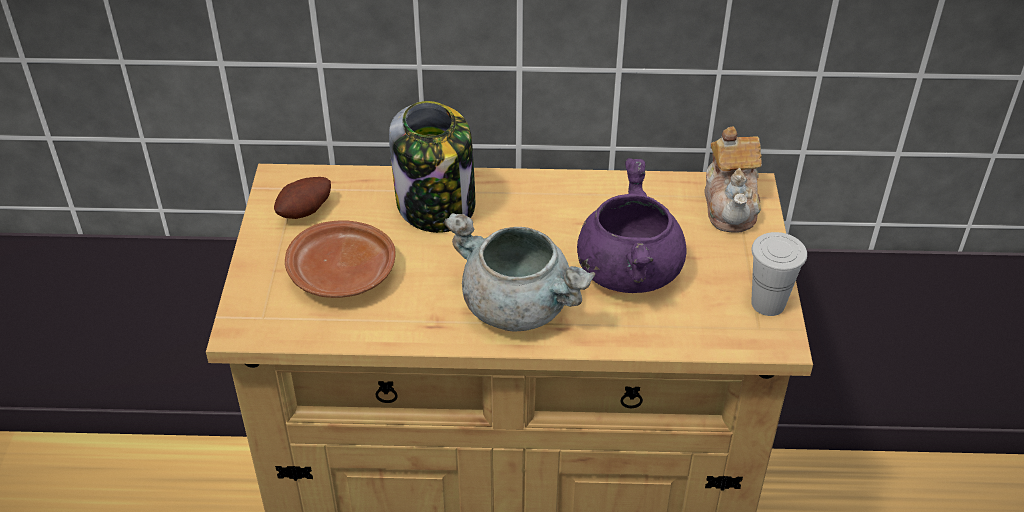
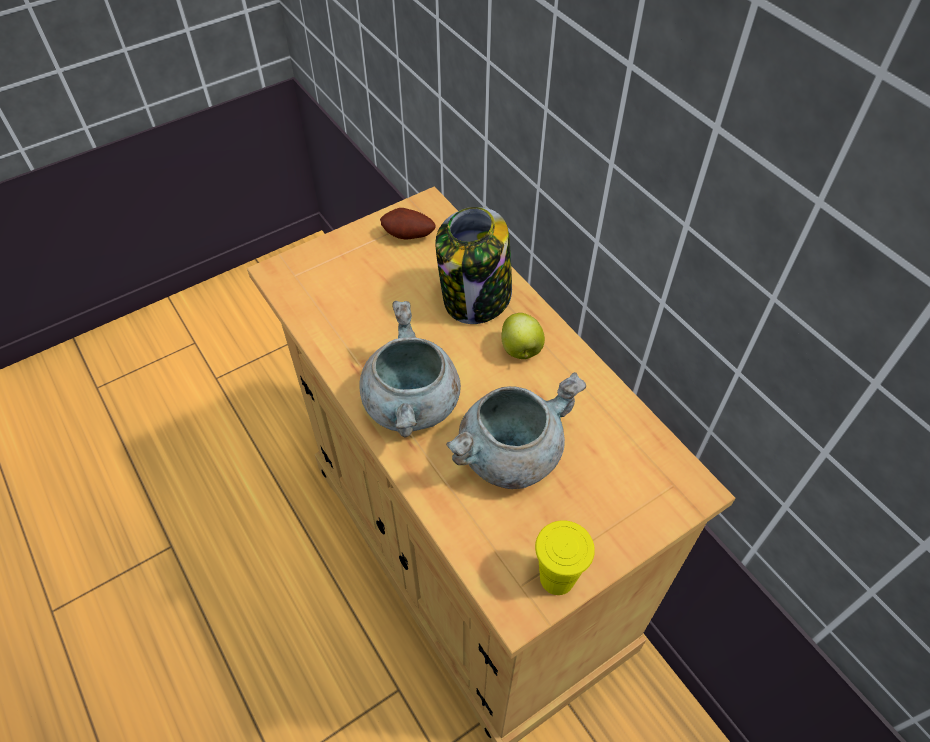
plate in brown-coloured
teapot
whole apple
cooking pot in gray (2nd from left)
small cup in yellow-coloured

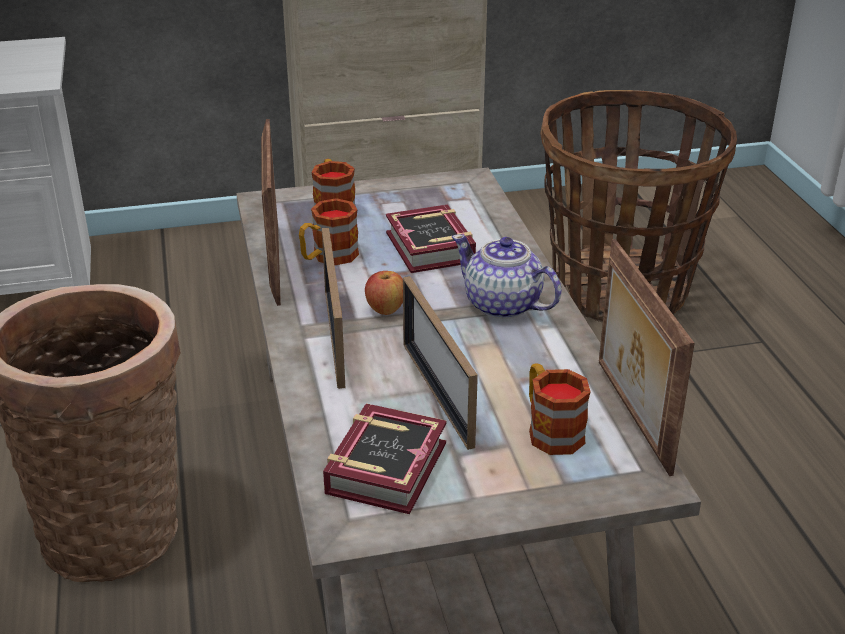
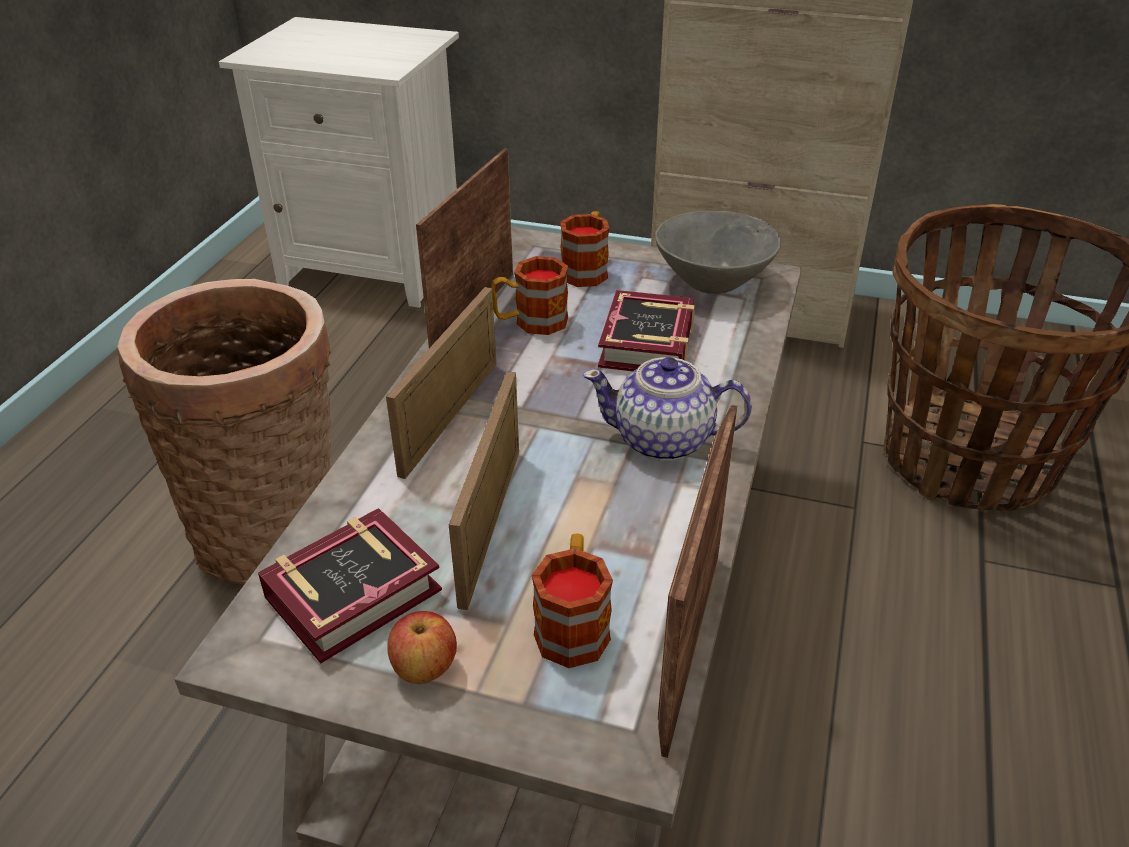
bowl in gray
whole apple
teapot

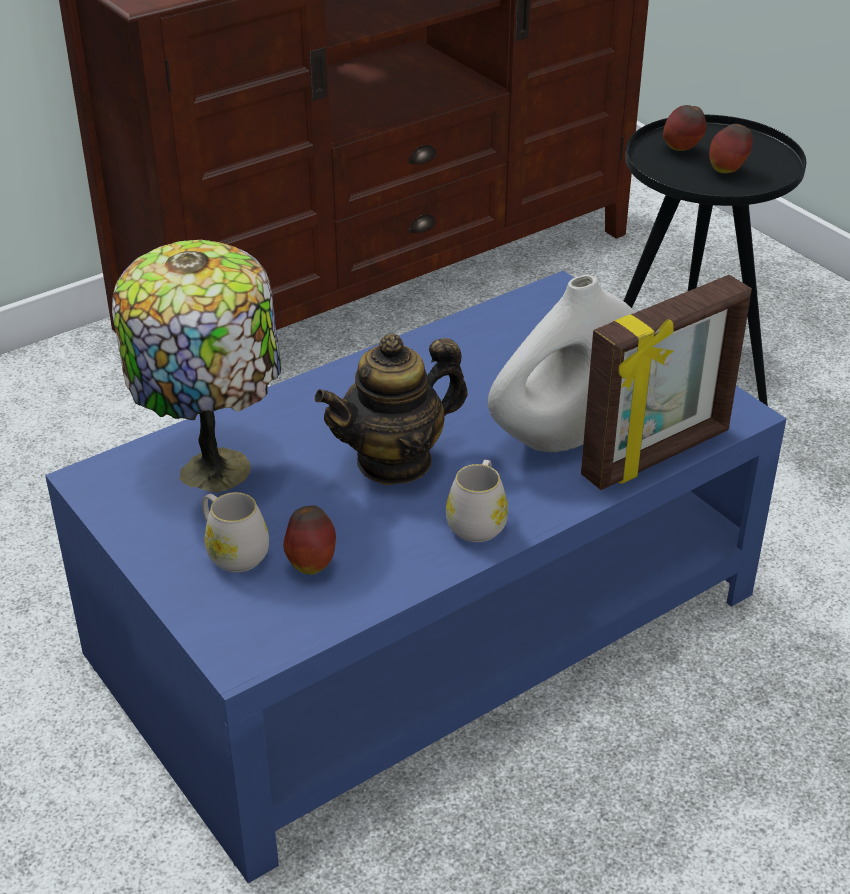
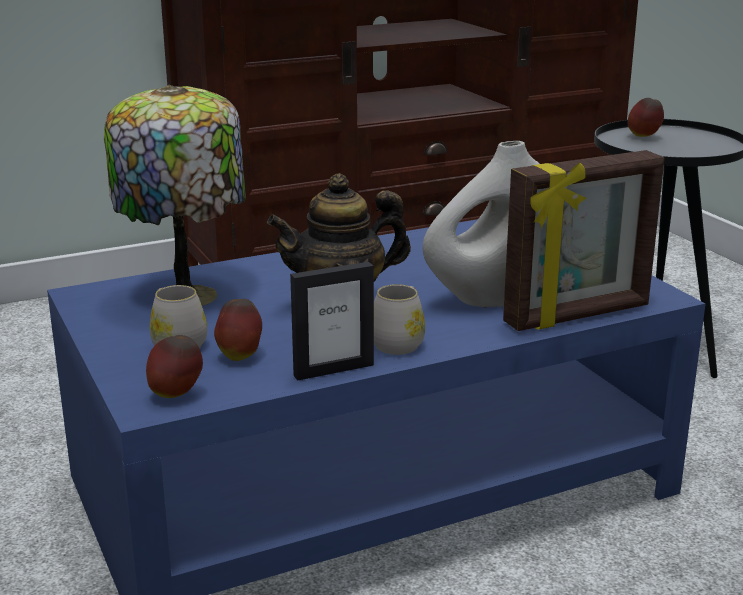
standing frame (1st from left)
whole apple (1st from left)

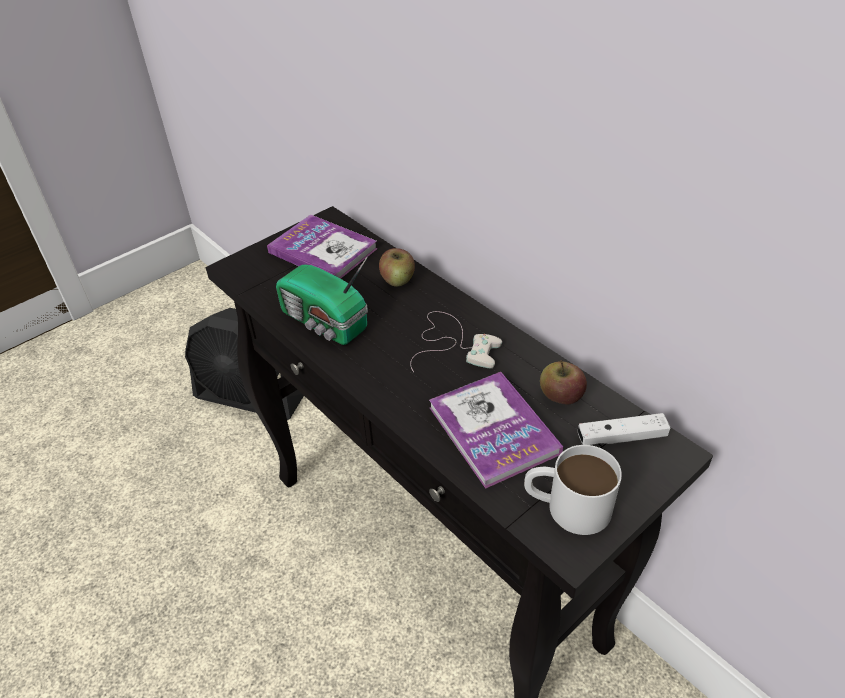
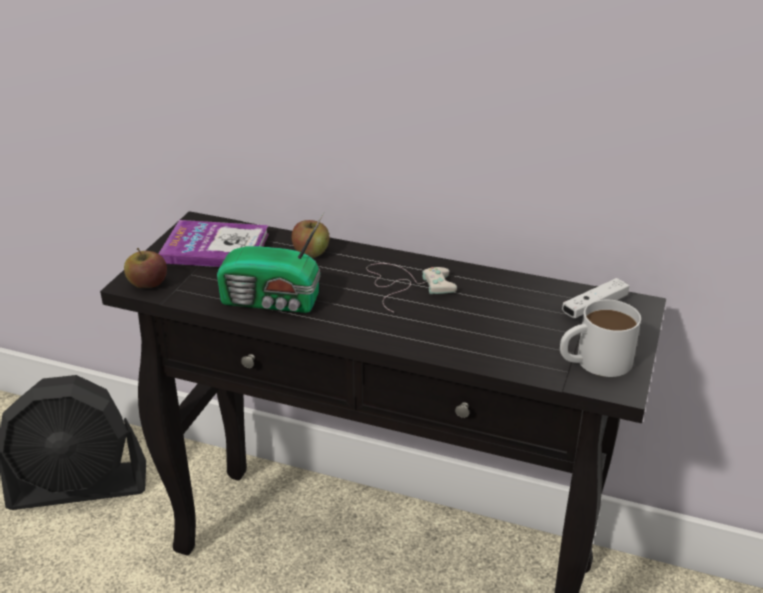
bound book (2nd from left in the first image)
whole apple (1st from left)

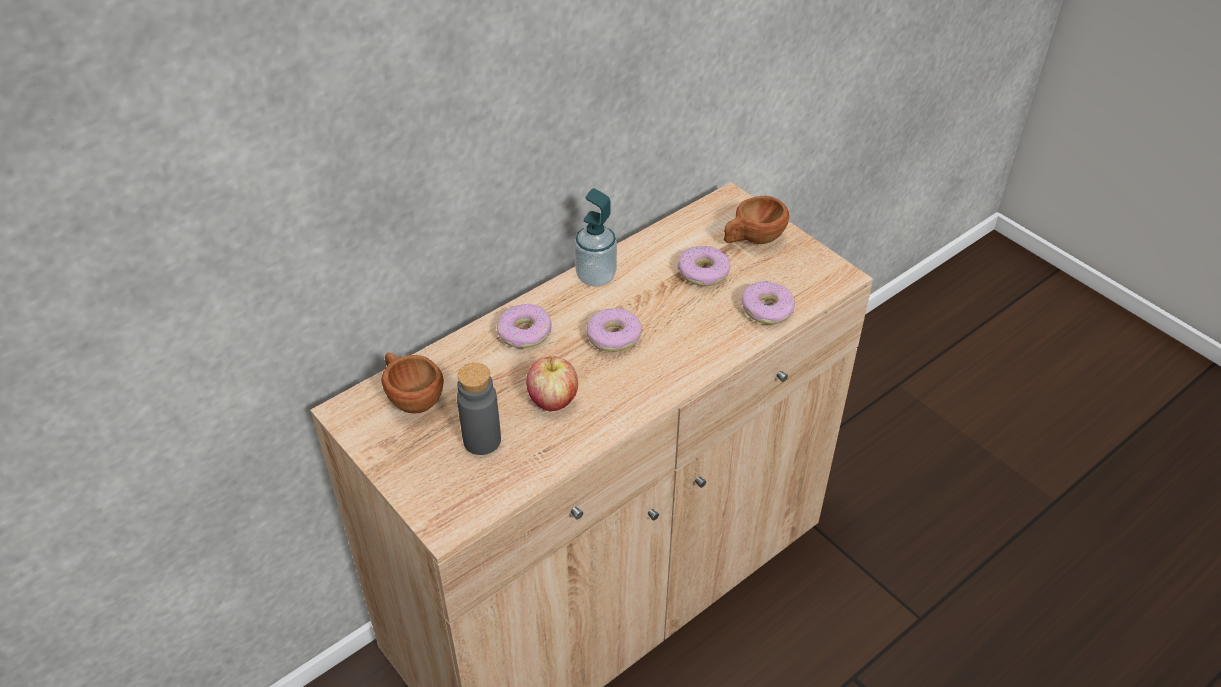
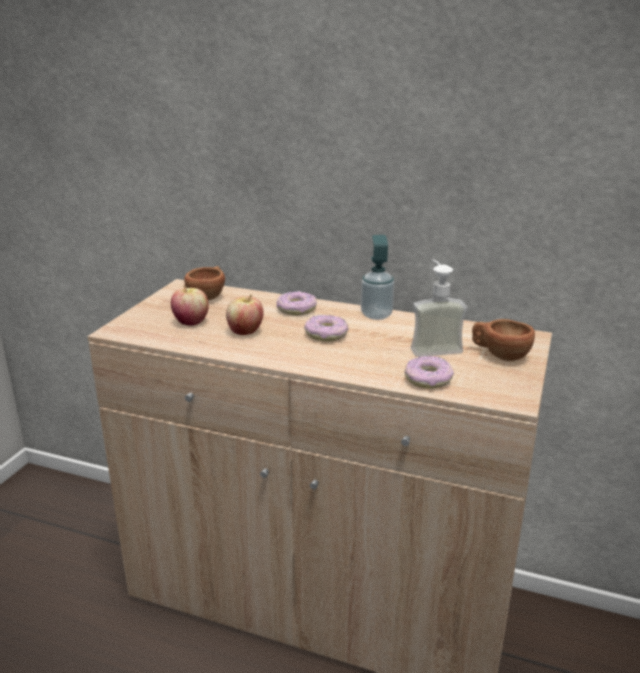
whole apple (1st from left)
soap dispenser (2nd from left)

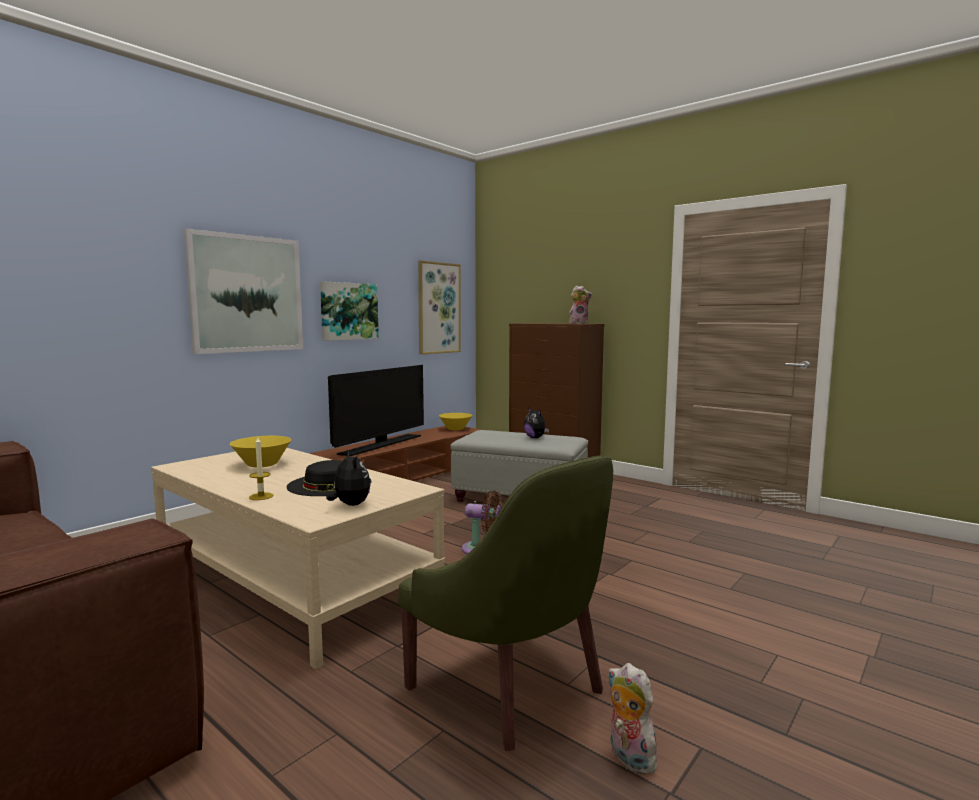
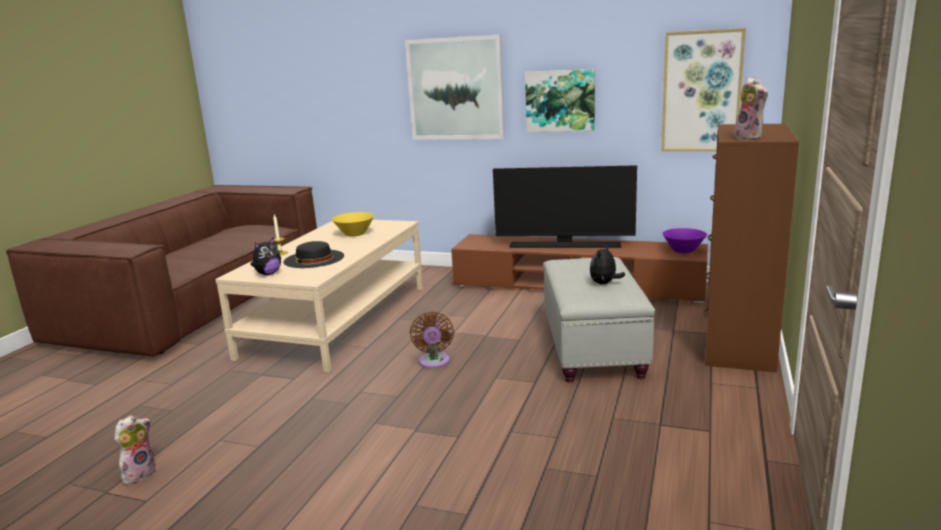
lounge chair in green-coloured
bowl in purple

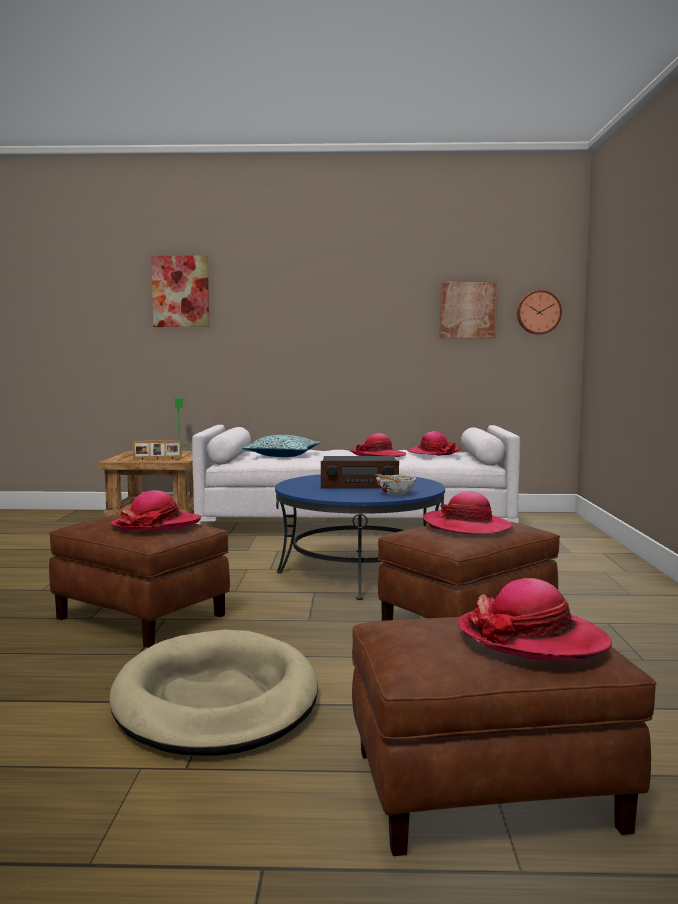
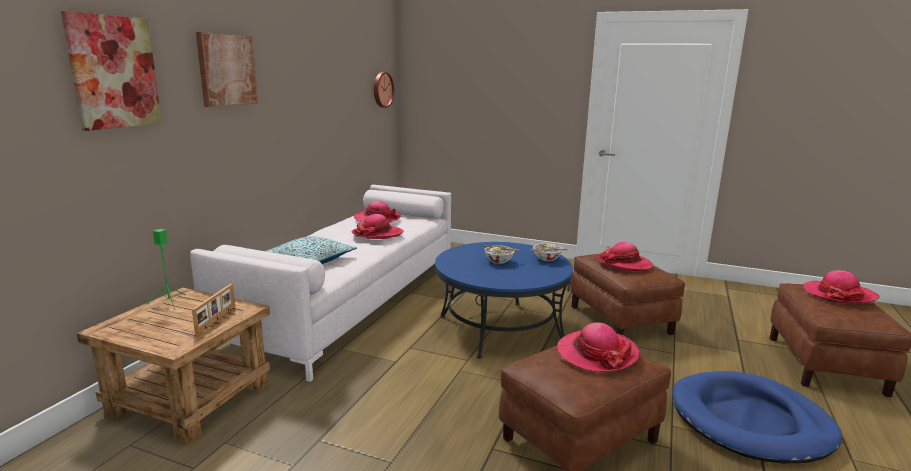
wall art (2nd from left)
bowl (1st from left)
pet bed in blue-coloured

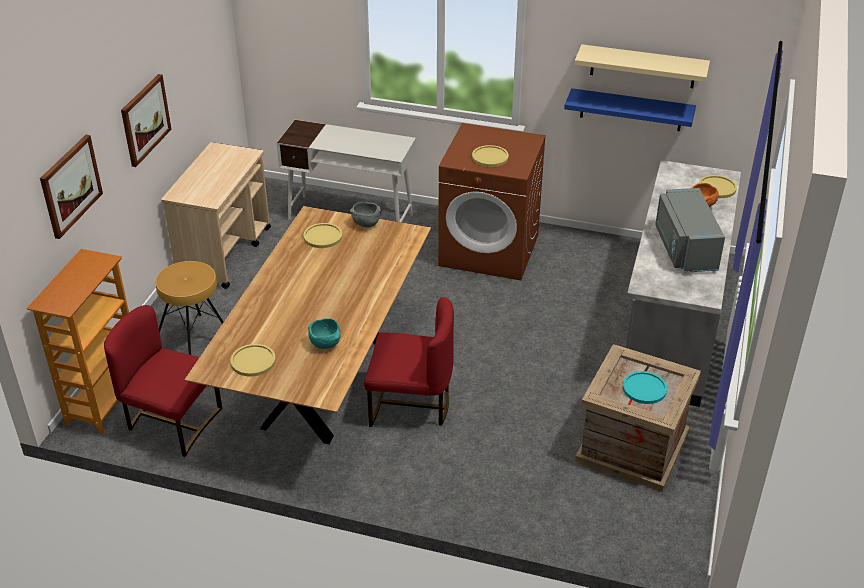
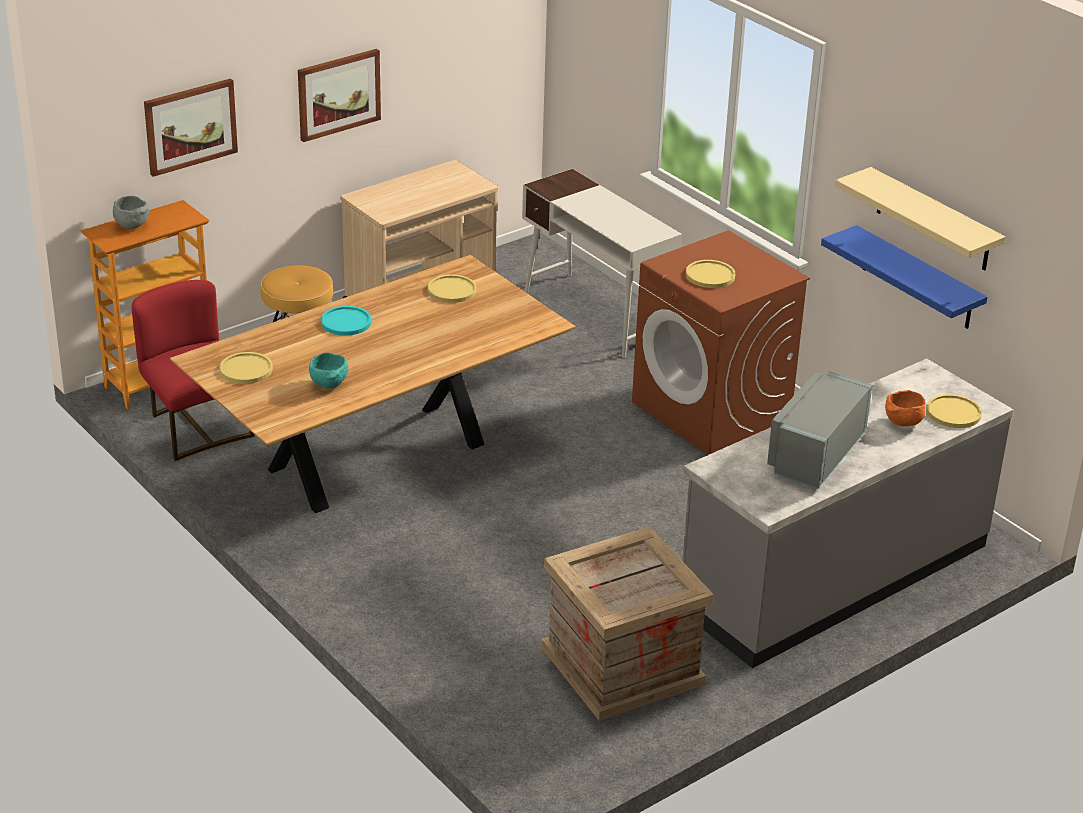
chair in red-coloured (2nd from left in the first image)
bowl in gray
plate in turquoise

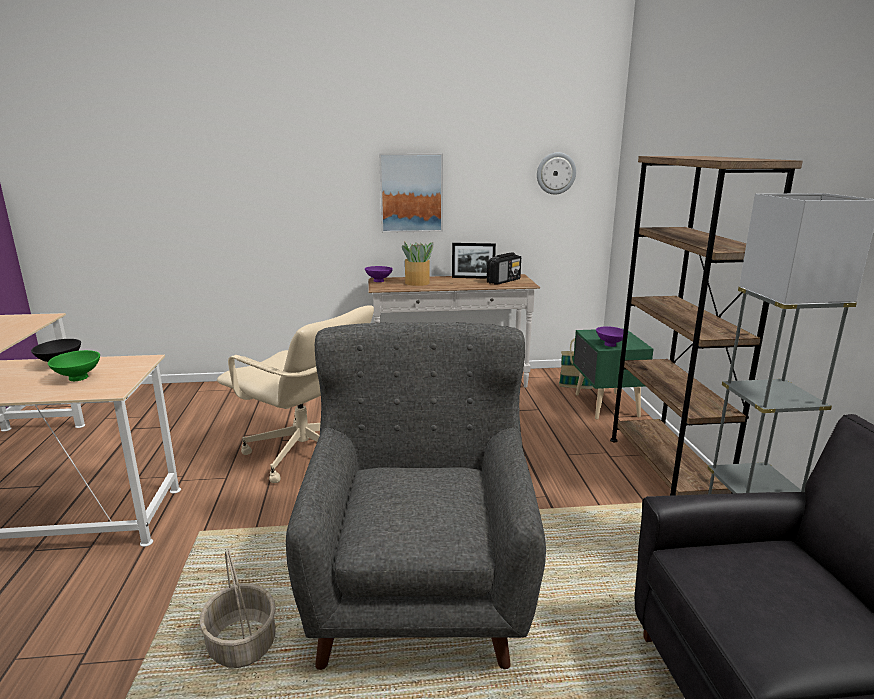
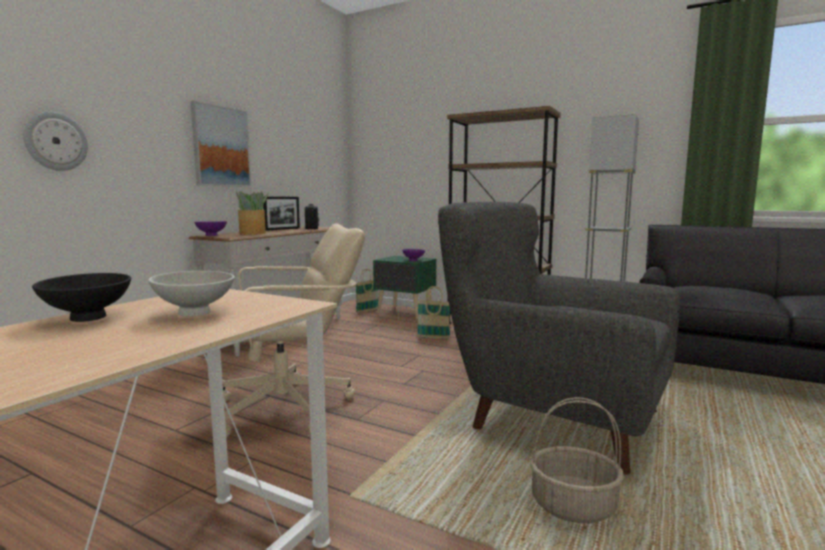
basket (2nd from left)
wall clock
bowl in white

